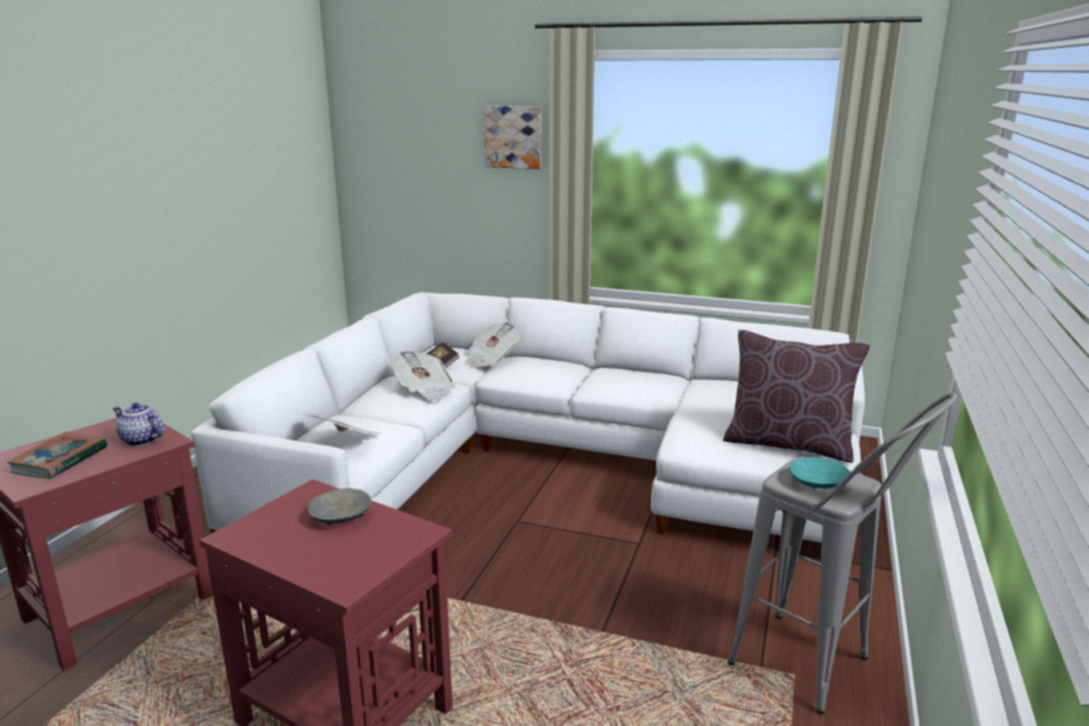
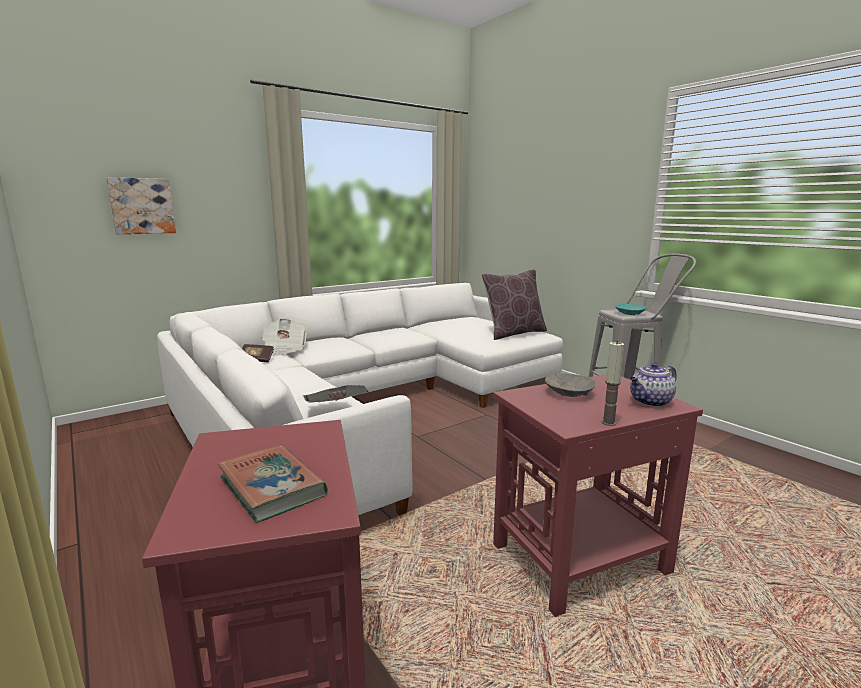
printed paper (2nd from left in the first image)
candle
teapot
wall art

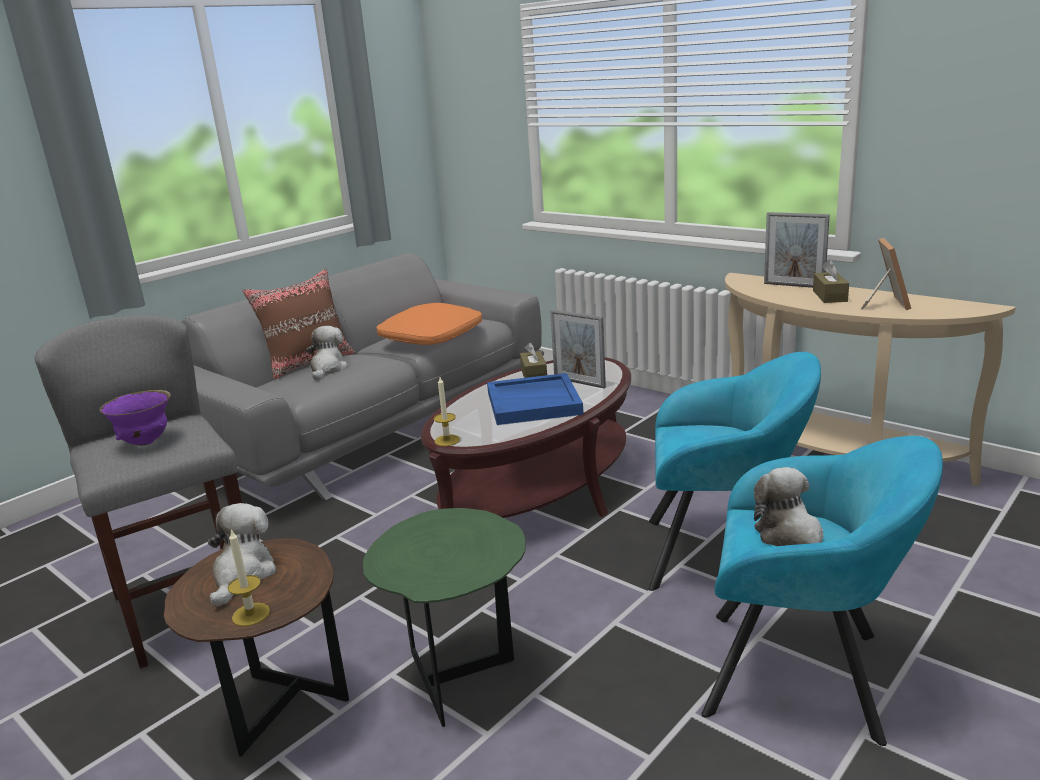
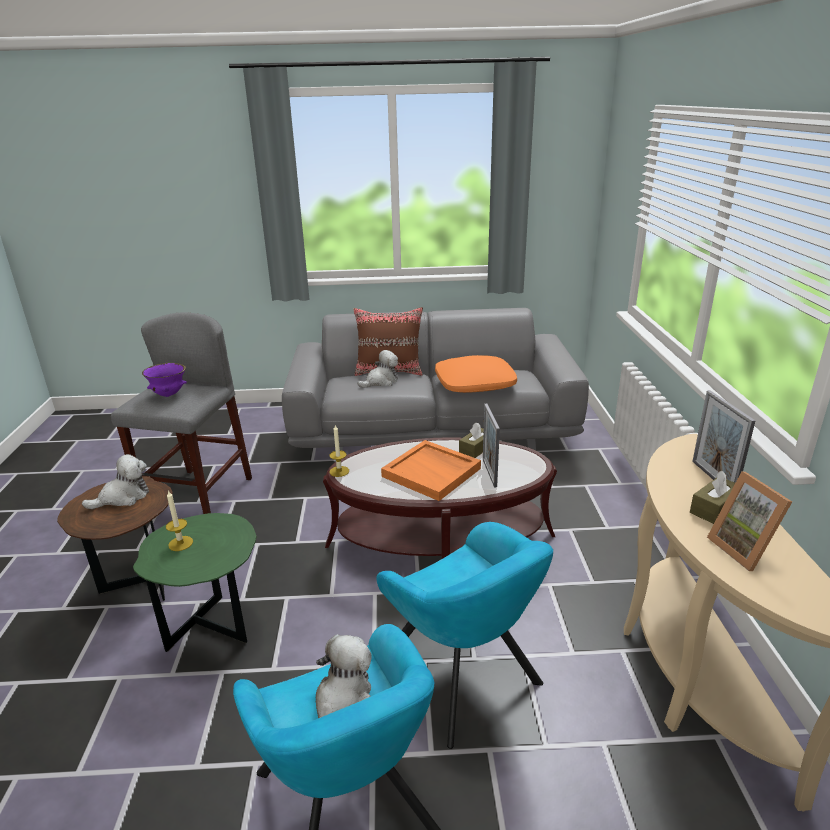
candle (1st from left)
carrying tray in orange
standing frame (3rd from left)

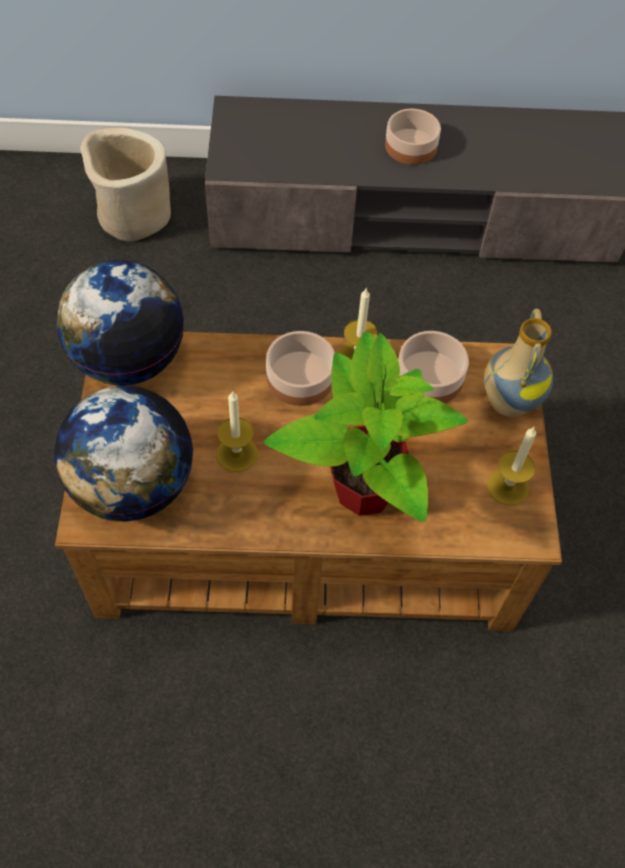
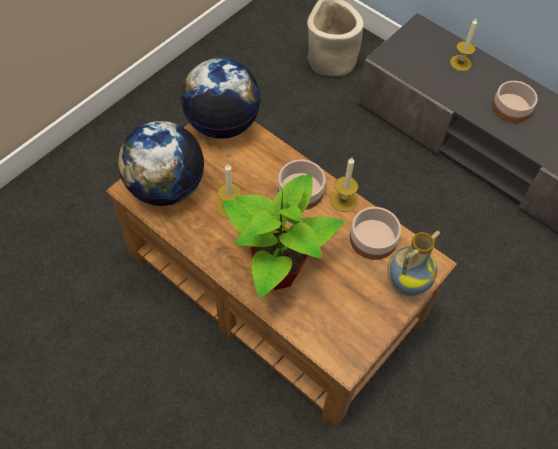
candle (3rd from left)

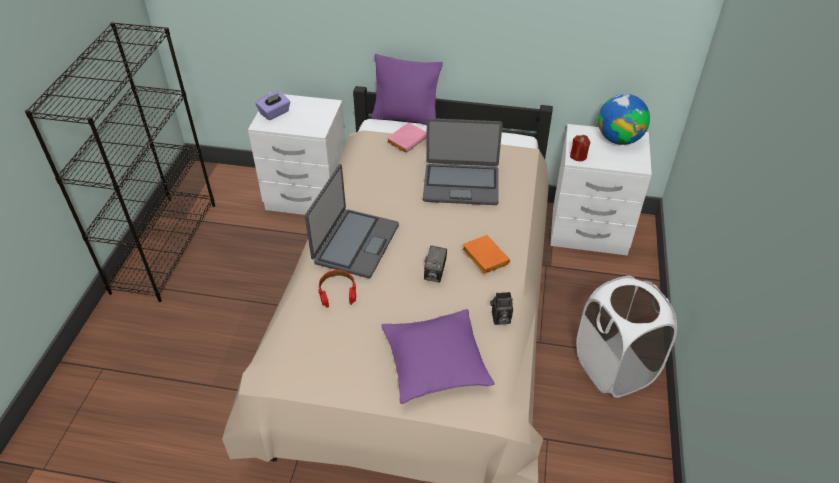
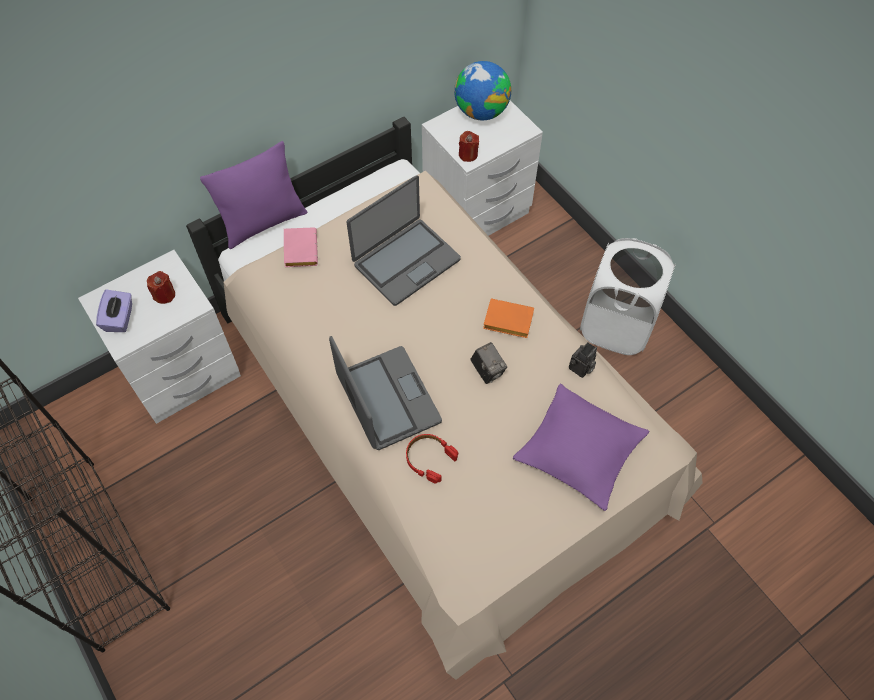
candle in red-coloured (1st from left)

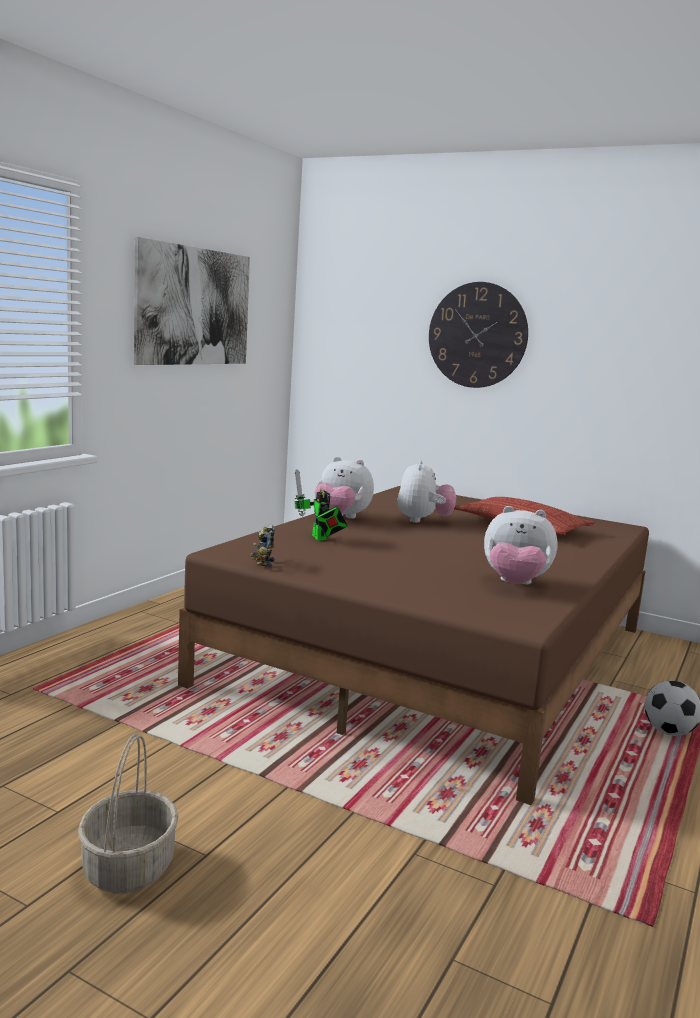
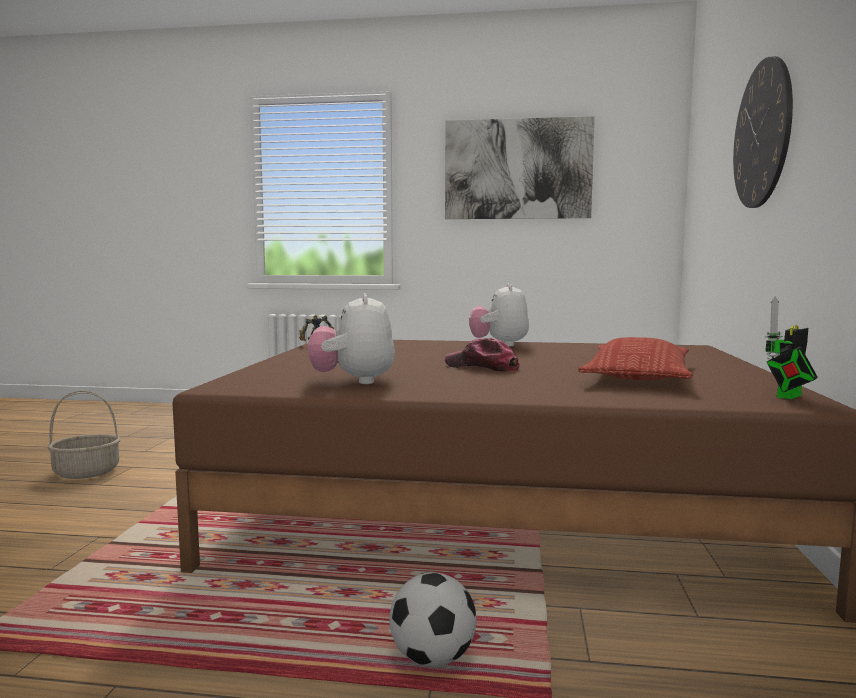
soft toy (2nd from left in the first image)
cap
model robot (2nd from left)

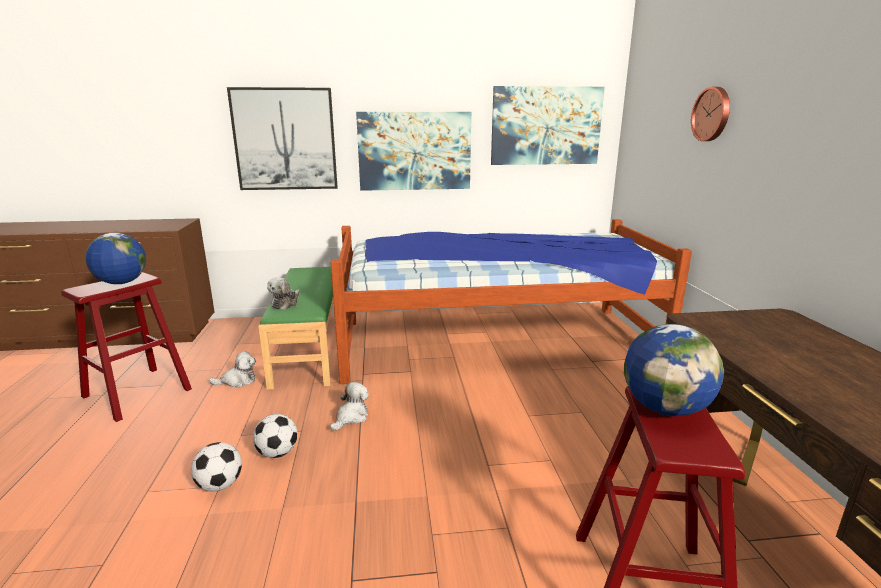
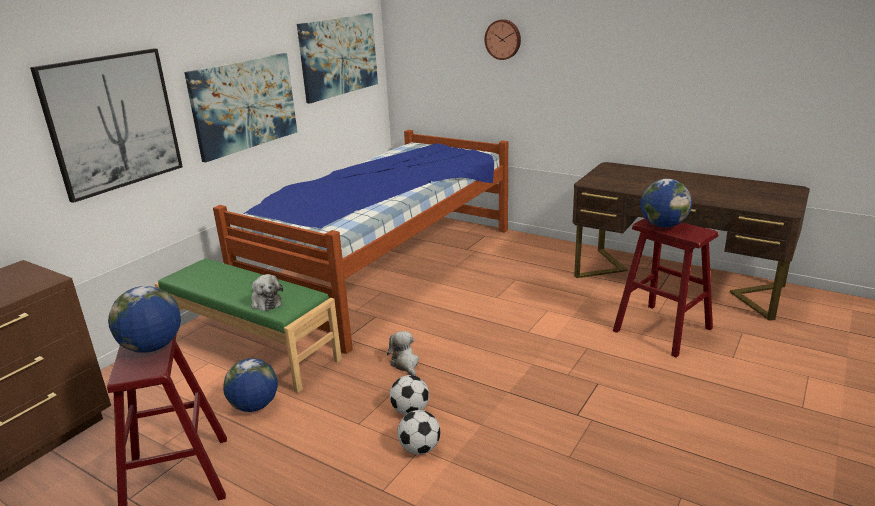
desk globe (2nd from left)

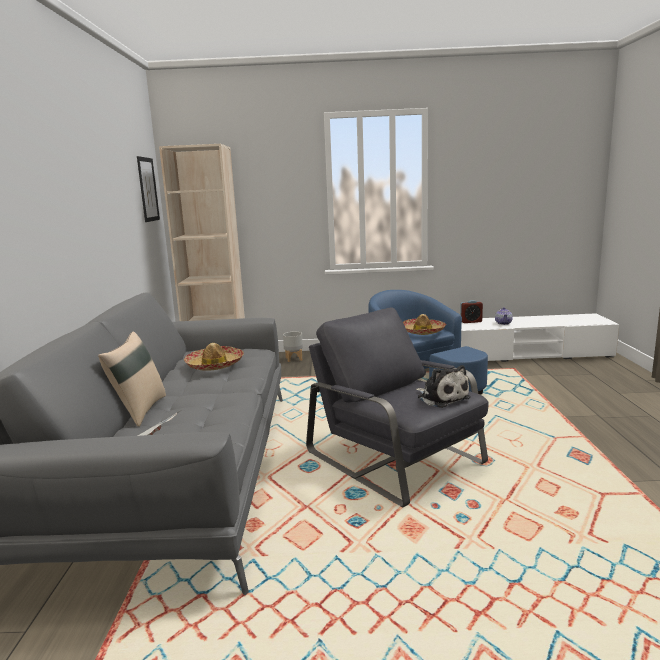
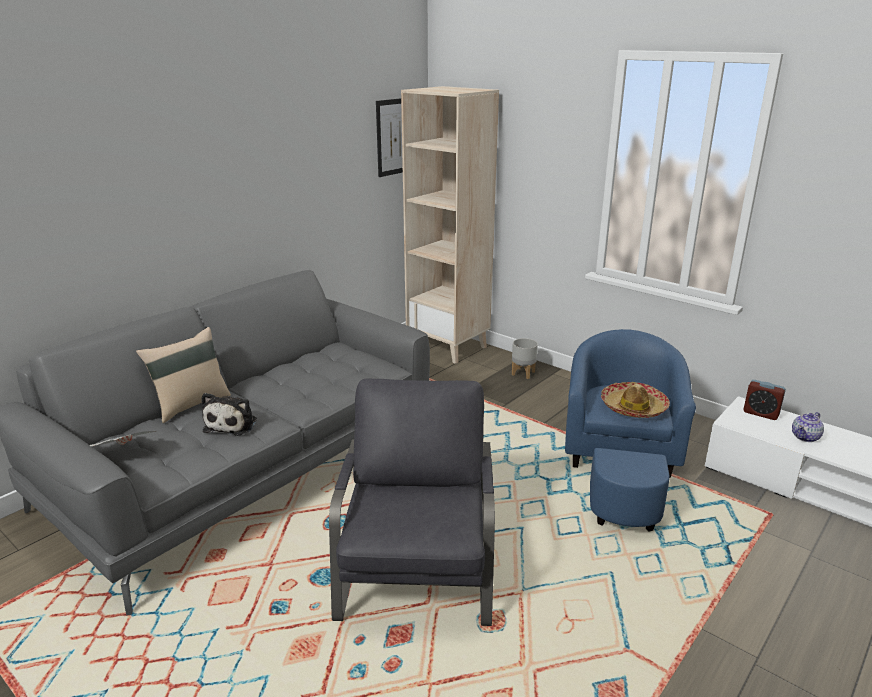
clothing hat (1st from left in the first image)
soft toy

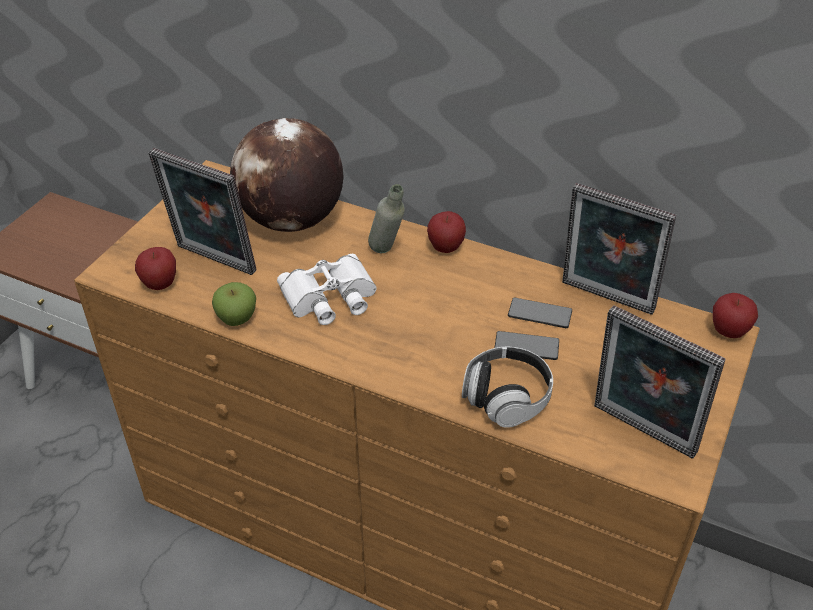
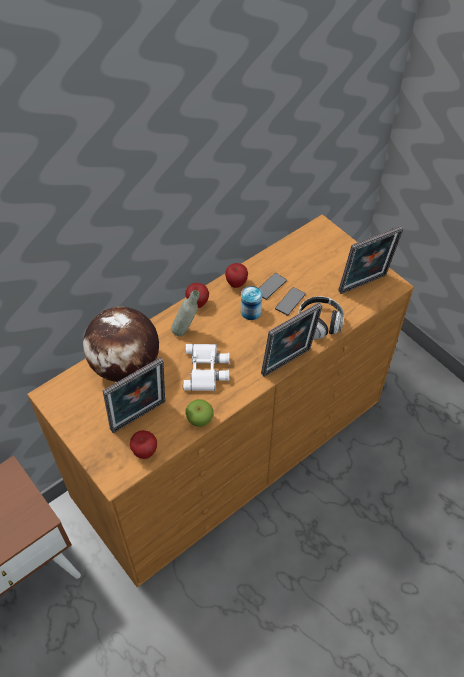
sealed can
standing frame (2nd from left)
whole apple (4th from left)

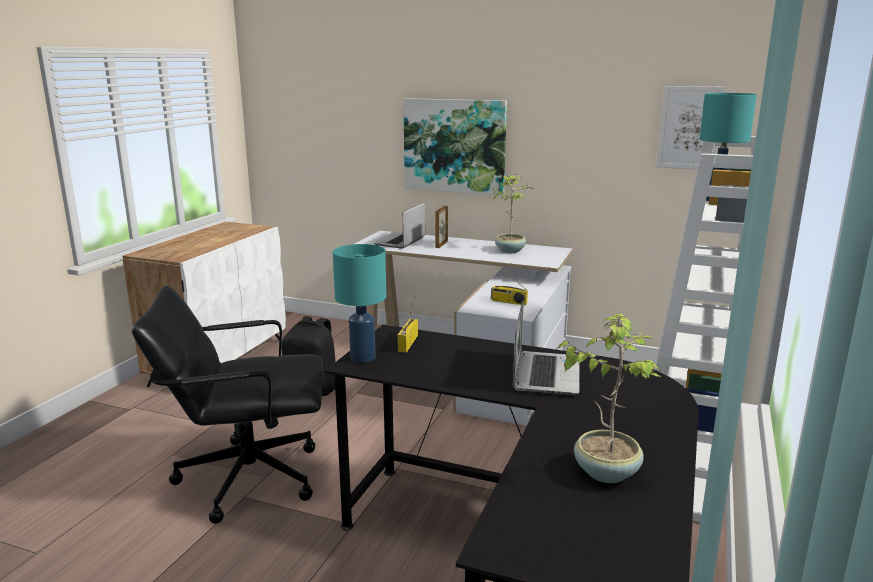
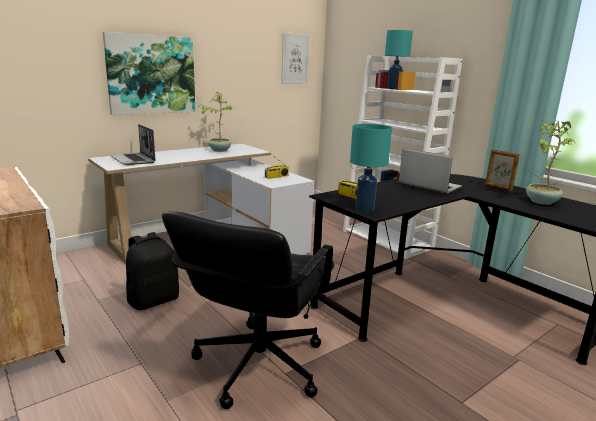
standing frame

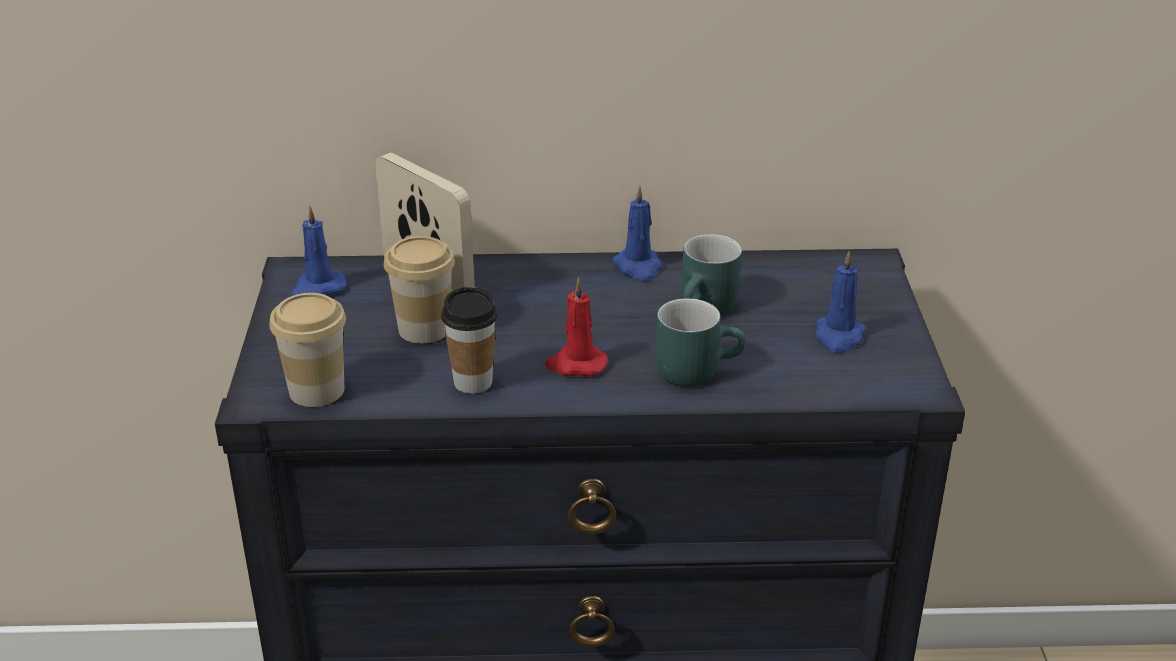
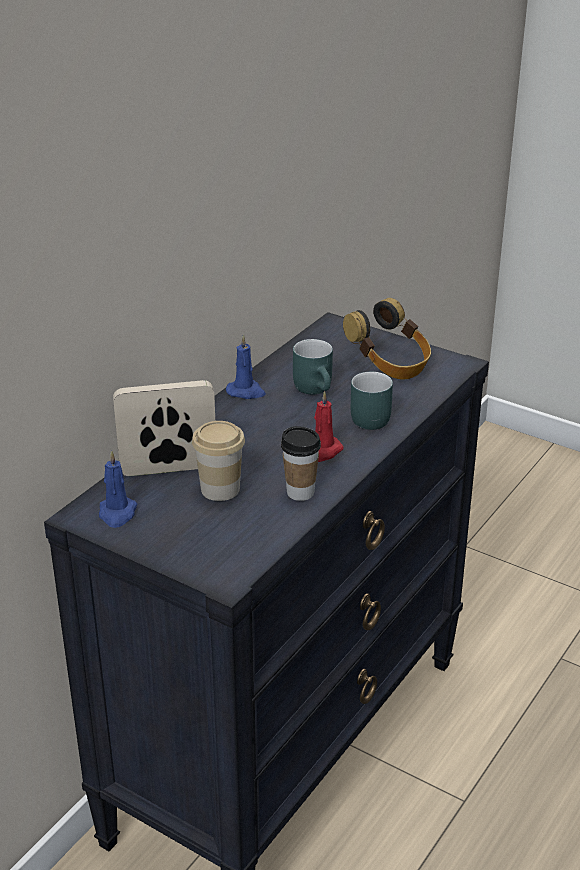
small cup (1st from left in the first image)
headset

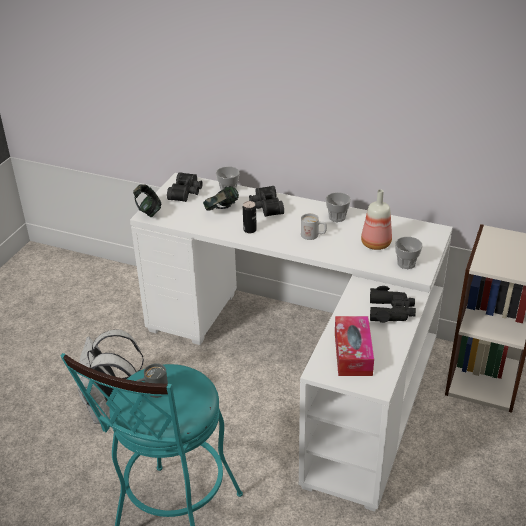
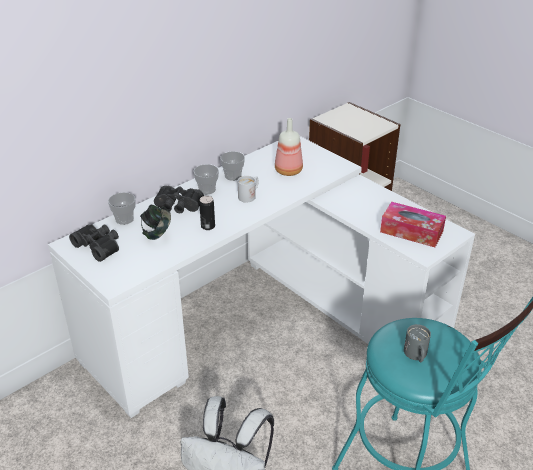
headset (1st from left in the first image)
binoculars in black (3rd from left in the first image)
small cup (2nd from left)

